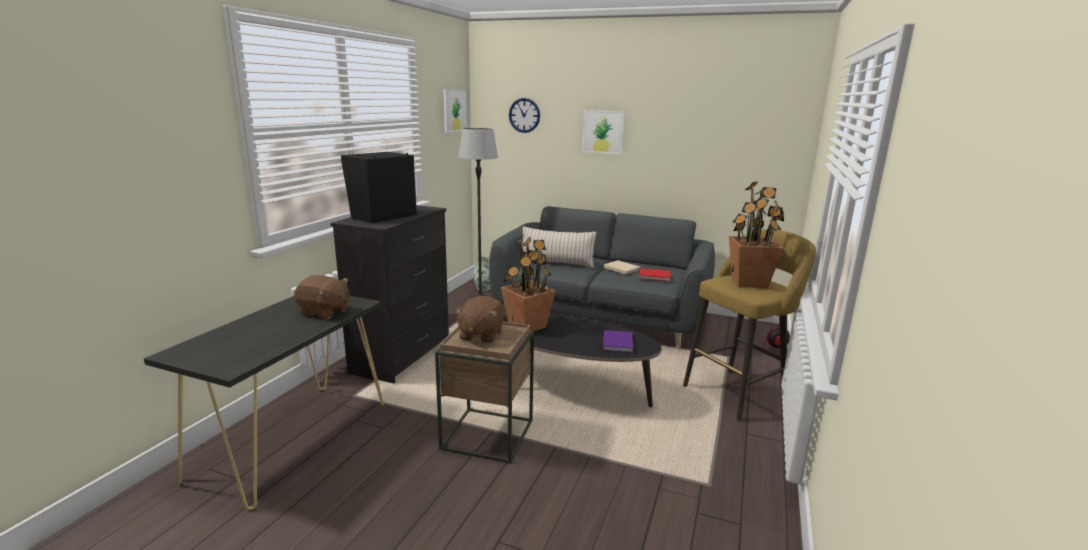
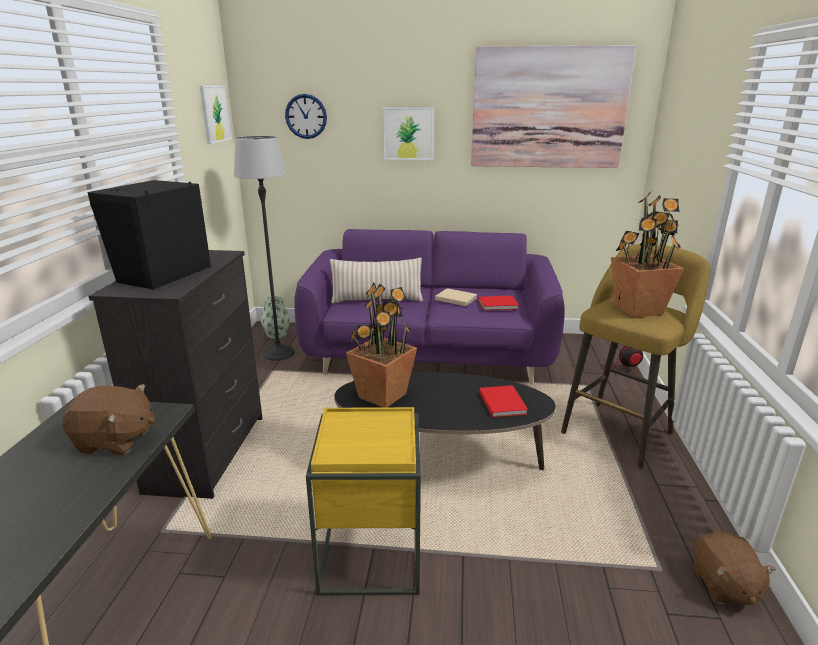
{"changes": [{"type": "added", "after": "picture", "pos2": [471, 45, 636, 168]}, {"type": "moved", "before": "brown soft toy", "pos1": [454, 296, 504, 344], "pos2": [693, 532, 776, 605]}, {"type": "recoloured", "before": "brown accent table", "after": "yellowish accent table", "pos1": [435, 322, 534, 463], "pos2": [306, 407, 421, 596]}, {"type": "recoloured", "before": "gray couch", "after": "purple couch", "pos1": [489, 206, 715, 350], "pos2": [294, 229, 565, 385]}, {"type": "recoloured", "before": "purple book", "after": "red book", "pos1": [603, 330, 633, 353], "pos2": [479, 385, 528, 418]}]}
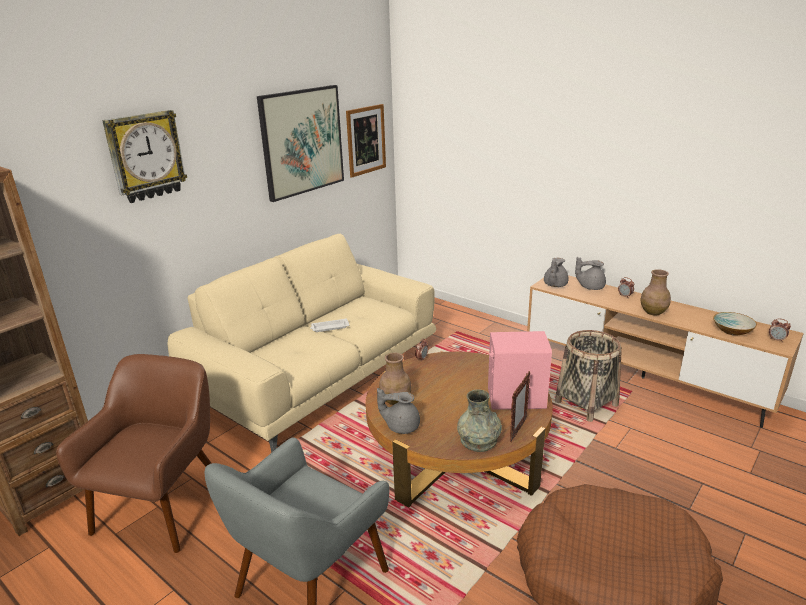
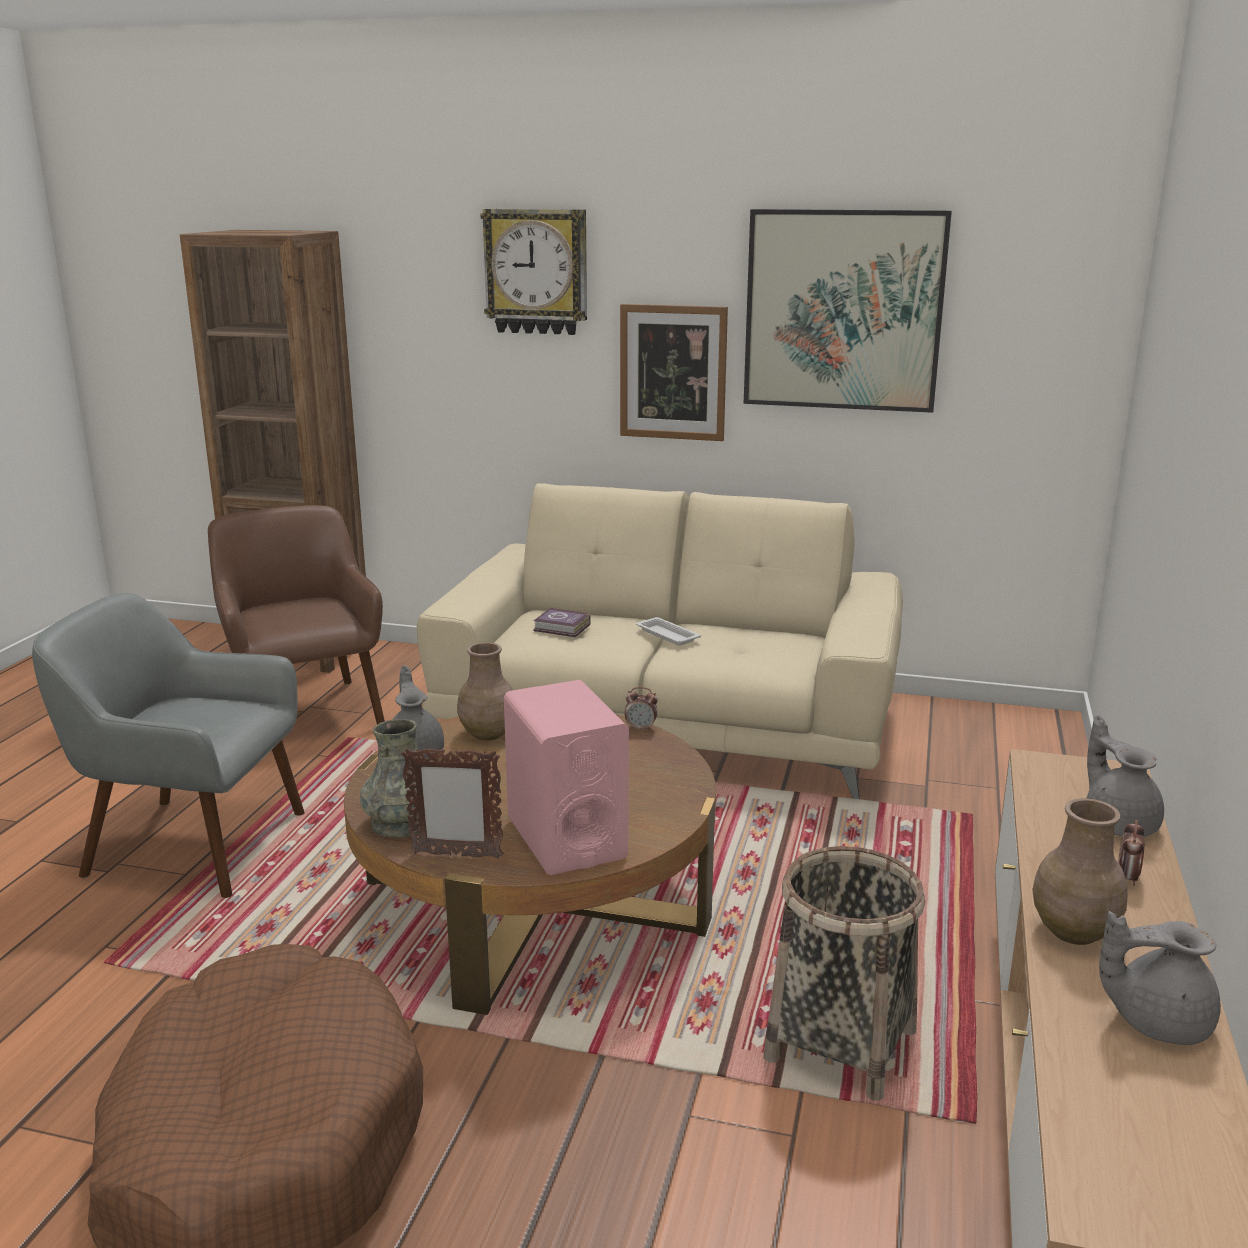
{"changes": [{"type": "removed", "before": "serving bowl", "pos1": [713, 312, 757, 336]}, {"type": "removed", "before": "alarm clock", "pos1": [769, 319, 791, 341]}, {"type": "added", "after": "book", "pos2": [533, 608, 591, 637]}, {"type": "moved", "before": "picture", "pos1": [346, 104, 386, 178], "pos2": [620, 304, 728, 441]}, {"type": "moved", "before": "gray teapot", "pos1": [544, 258, 568, 287], "pos2": [1099, 911, 1221, 1045]}, {"type": "turned", "before": "brown easy chair", "pos1": [56, 354, 212, 553], "pos2": [208, 505, 385, 724], "turn": -105}]}
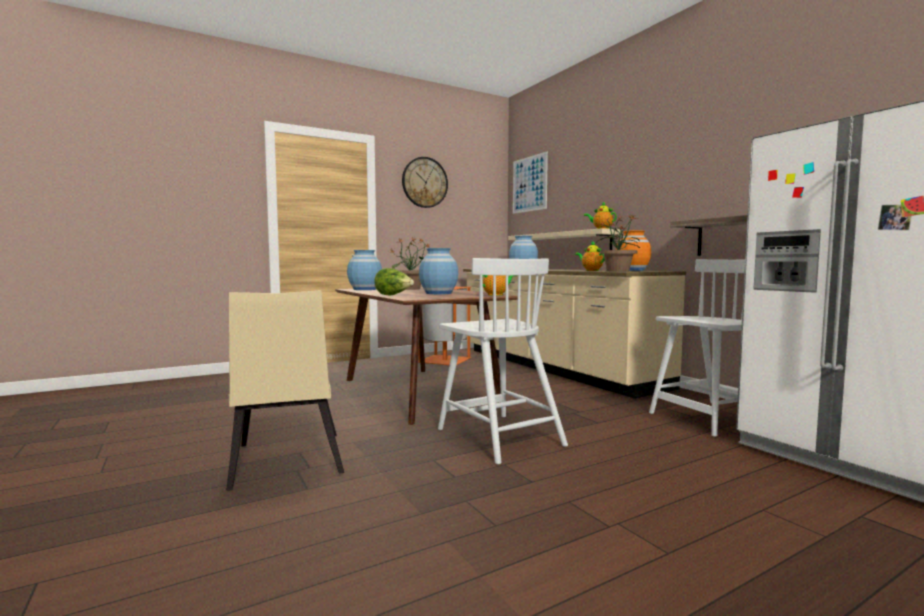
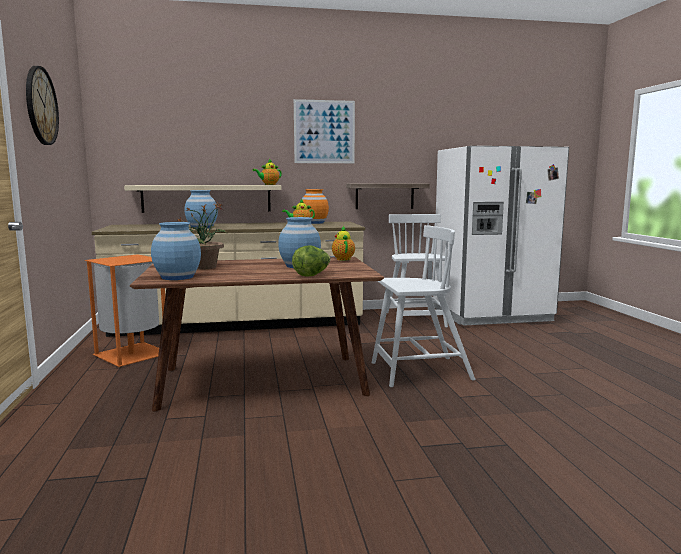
{"changes": [{"type": "removed", "before": "beige-coloured plain chair", "pos1": [226, 290, 344, 491]}, {"type": "removed", "before": "plant in a pot", "pos1": [597, 214, 640, 271]}, {"type": "moved", "before": "picture", "pos1": [513, 152, 548, 214], "pos2": [294, 99, 355, 163]}]}
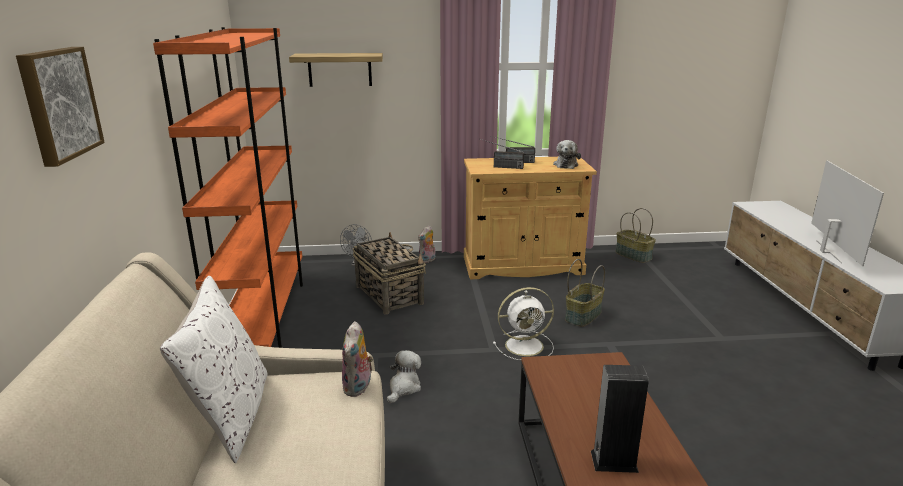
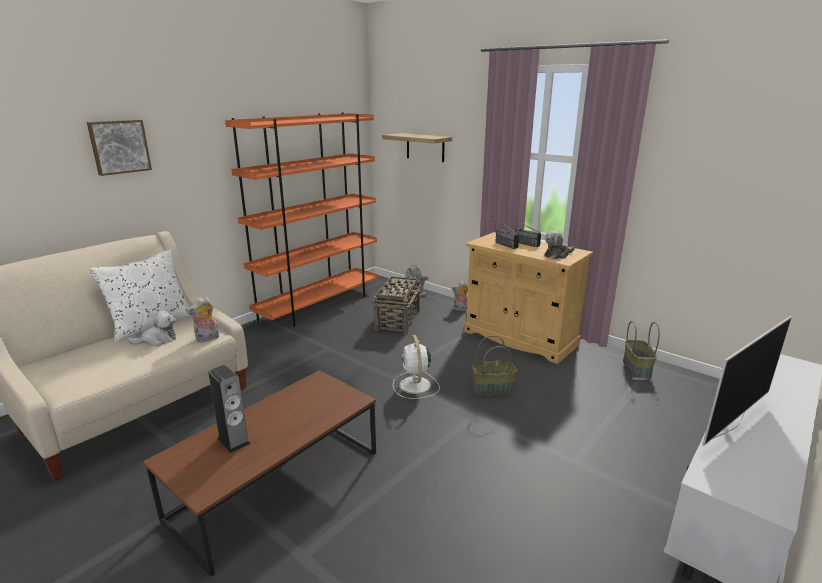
{"changes": [{"type": "moved", "before": "soft toy", "pos1": [387, 350, 421, 403], "pos2": [128, 310, 176, 346]}, {"type": "turned", "before": "white electric fan", "pos1": [493, 287, 554, 360], "pos2": [393, 335, 440, 399], "turn": 45}]}
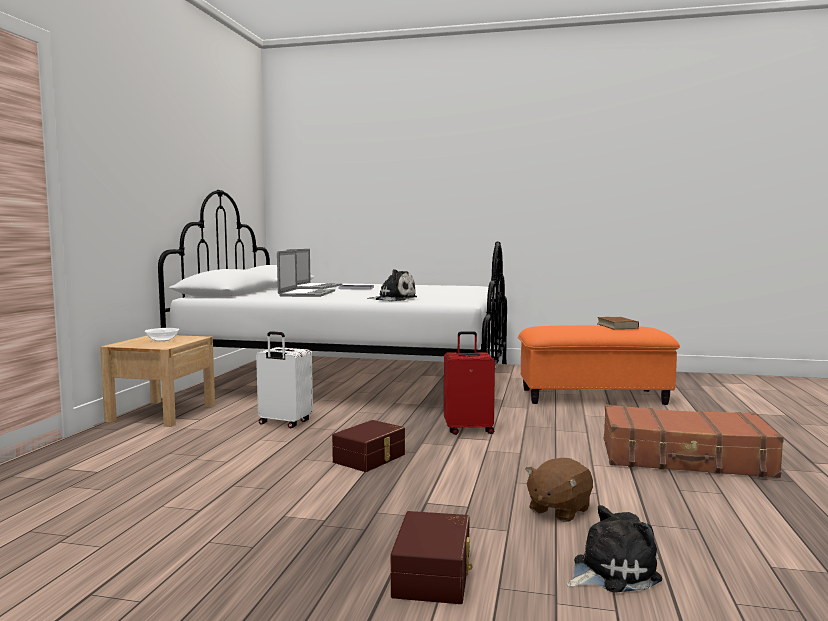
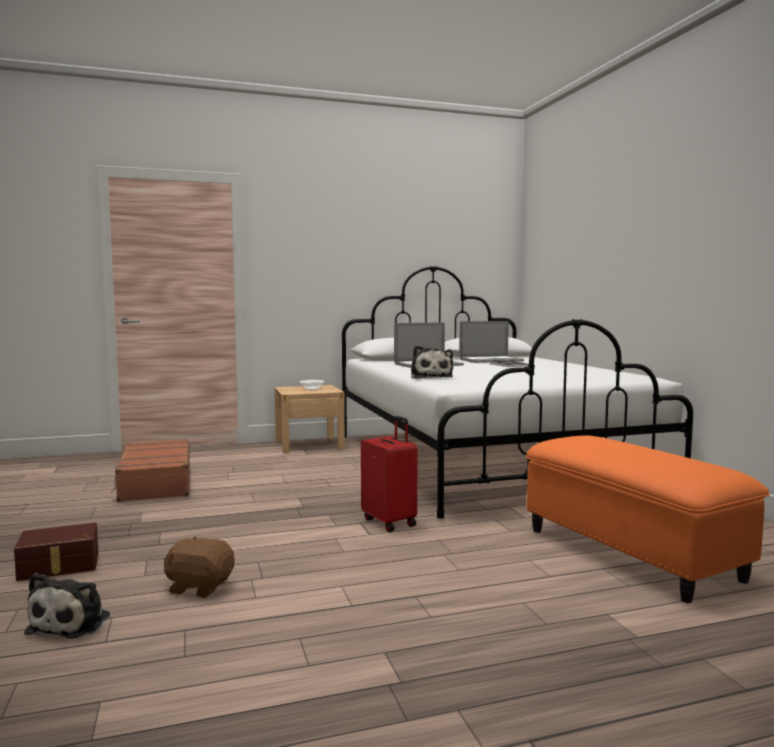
{"changes": [{"type": "removed", "before": "white piece of luggage", "pos1": [256, 331, 313, 428]}, {"type": "removed", "before": "brown storage box", "pos1": [332, 420, 405, 472]}, {"type": "removed", "before": "brown book", "pos1": [597, 317, 639, 329]}, {"type": "moved", "before": "brown piece of luggage", "pos1": [604, 404, 784, 478], "pos2": [111, 439, 190, 502]}, {"type": "turned", "before": "soft toy", "pos1": [567, 505, 662, 593], "pos2": [24, 573, 110, 639], "turn": 60}]}
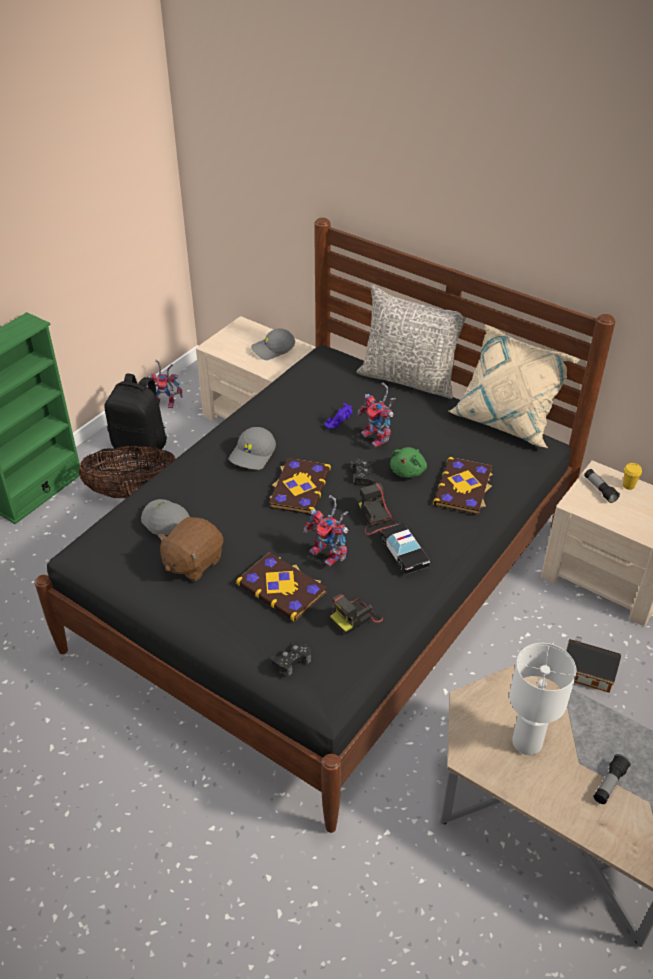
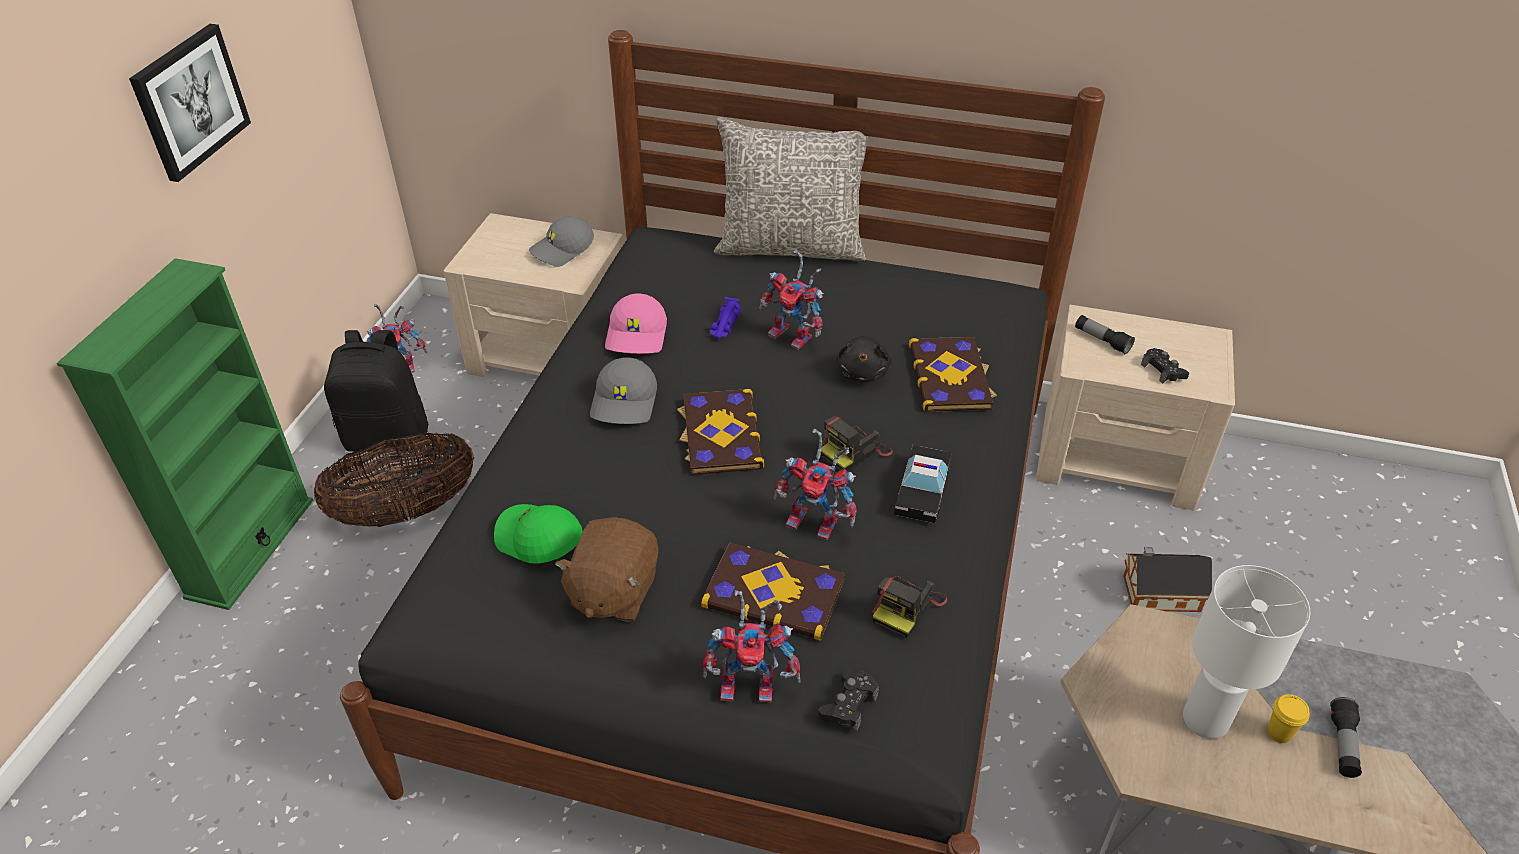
{"changes": [{"type": "removed", "before": "beige-coloured pillow", "pos1": [448, 324, 580, 448]}, {"type": "added", "after": "picture", "pos2": [129, 24, 251, 182]}, {"type": "added", "after": "pink-coloured cap", "pos2": [605, 293, 667, 354]}, {"type": "added", "after": "robot figure", "pos2": [703, 590, 800, 702]}, {"type": "moved", "before": "blackish game controller", "pos1": [351, 458, 375, 484], "pos2": [1141, 348, 1189, 384]}, {"type": "moved", "before": "yellowish cup", "pos1": [623, 463, 642, 490], "pos2": [1267, 694, 1310, 743]}, {"type": "recoloured", "before": "gray cap", "after": "green-coloured cap", "pos1": [141, 499, 190, 535], "pos2": [494, 504, 583, 563]}, {"type": "recoloured", "before": "green-coloured soft toy", "after": "blackish soft toy", "pos1": [390, 447, 427, 478], "pos2": [836, 336, 891, 382]}, {"type": "turned", "before": "still camera", "pos1": [358, 483, 397, 535], "pos2": [821, 416, 893, 471], "turn": -90}, {"type": "turned", "before": "miniature car", "pos1": [380, 523, 430, 574], "pos2": [894, 445, 952, 523], "turn": 60}]}
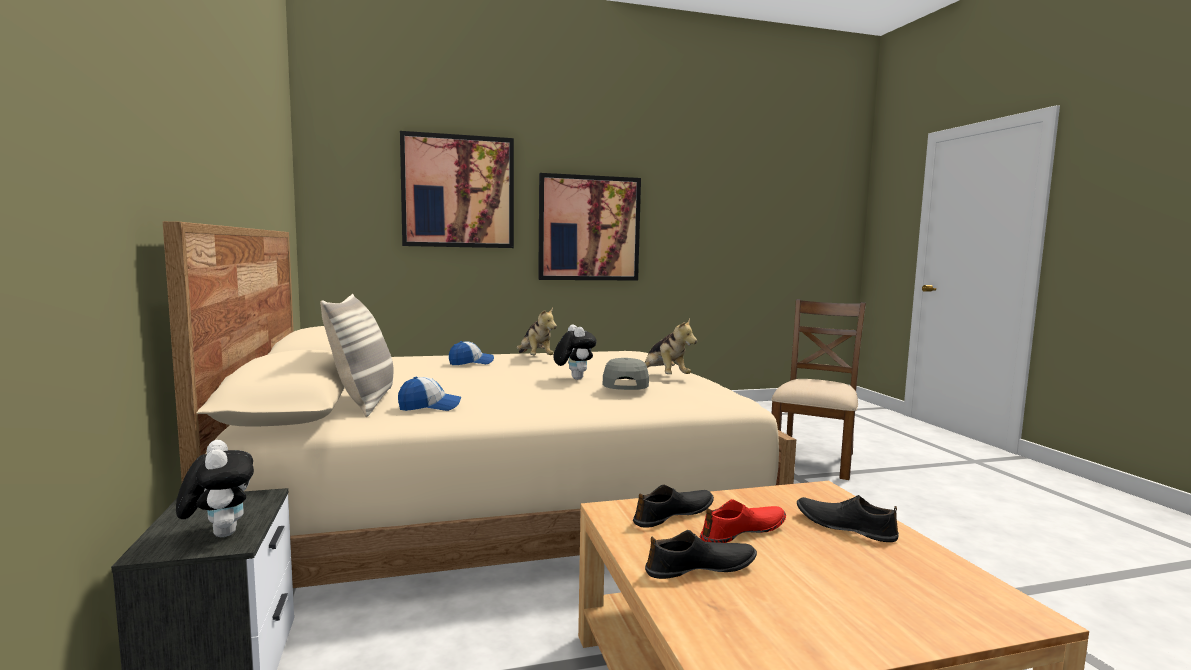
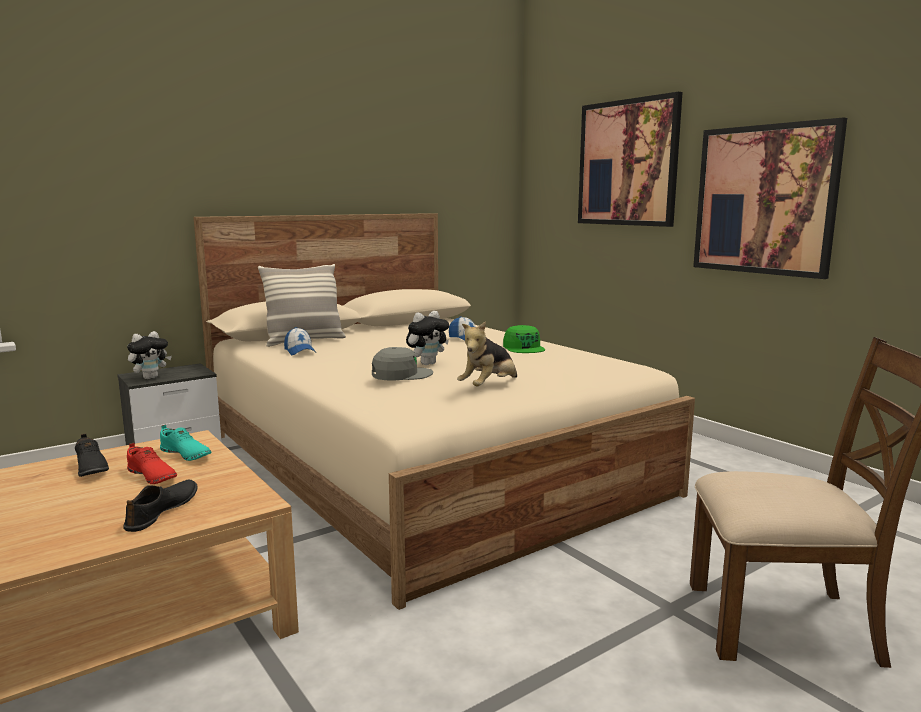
{"changes": [{"type": "replaced", "before": "soft toy", "after": "green-coloured cap", "pos1": [517, 308, 557, 355], "pos2": [503, 325, 545, 353]}, {"type": "recoloured", "before": "blackish shoe", "after": "blue-green shoe", "pos1": [633, 484, 714, 528], "pos2": [160, 424, 211, 461]}]}
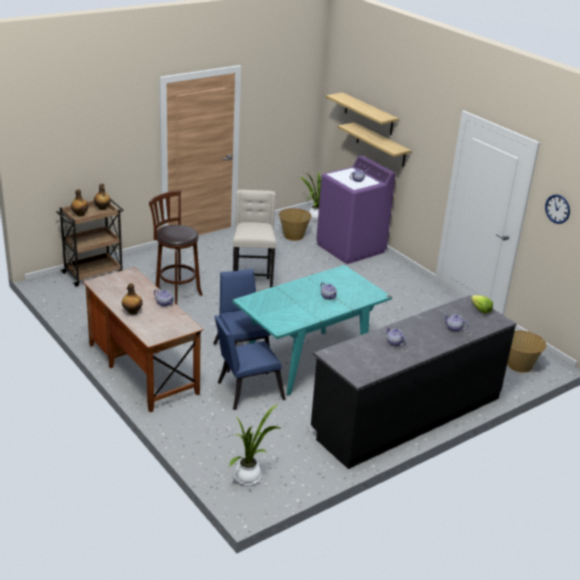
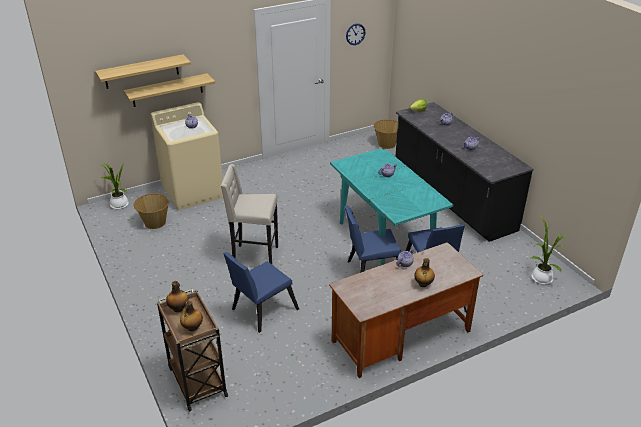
{"changes": [{"type": "replaced", "before": "brown sitting stool", "after": "bluish plain chair", "pos1": [149, 190, 203, 305], "pos2": [223, 252, 299, 333]}, {"type": "recoloured", "before": "purple laundry machine", "after": "beige-coloured laundry machine", "pos1": [316, 155, 396, 264], "pos2": [150, 102, 223, 210]}]}
